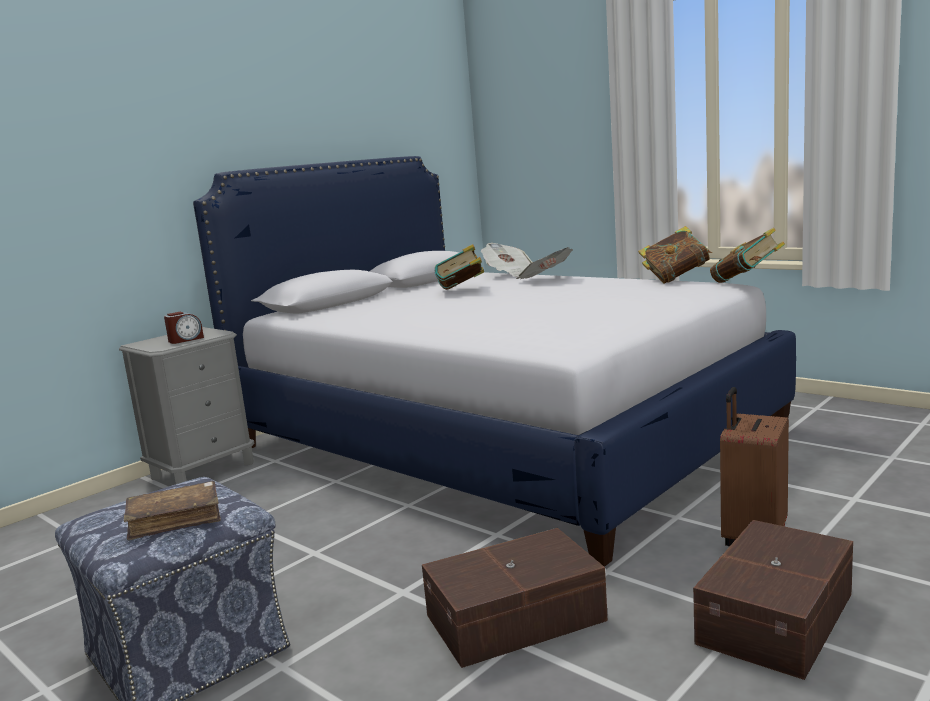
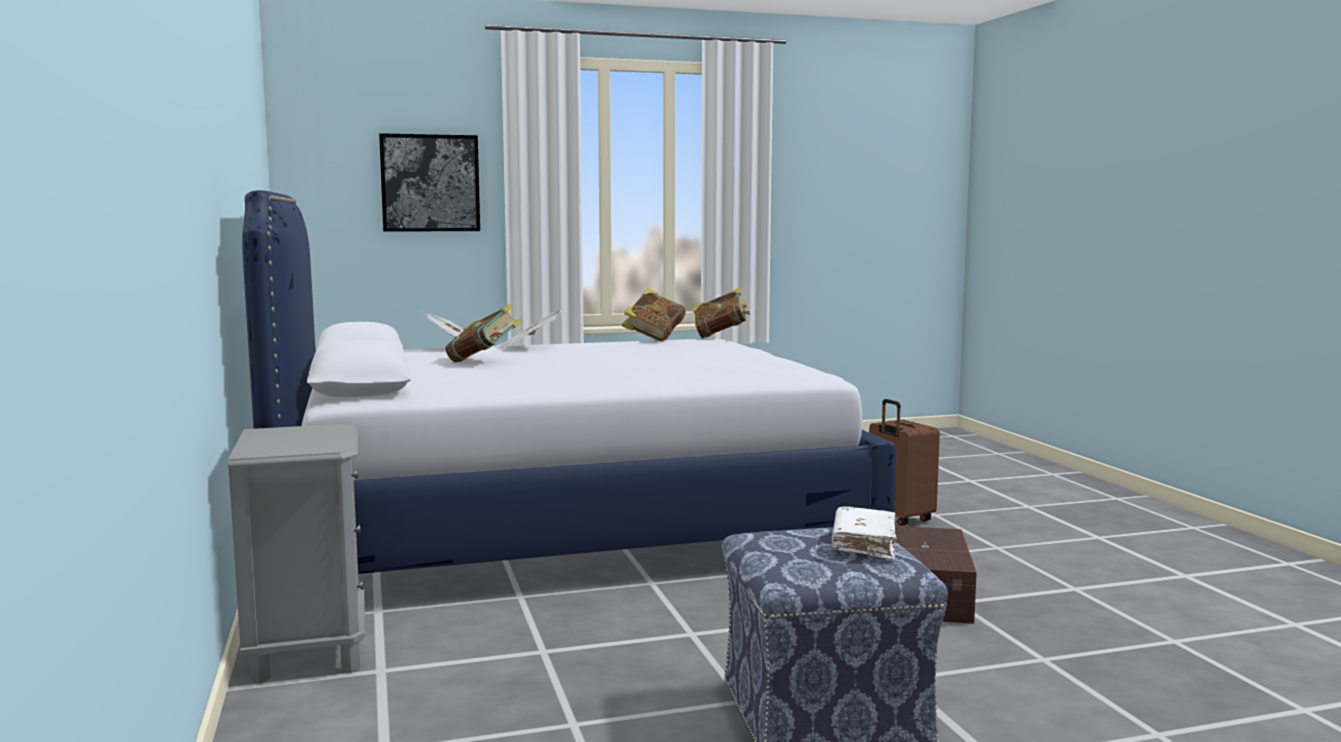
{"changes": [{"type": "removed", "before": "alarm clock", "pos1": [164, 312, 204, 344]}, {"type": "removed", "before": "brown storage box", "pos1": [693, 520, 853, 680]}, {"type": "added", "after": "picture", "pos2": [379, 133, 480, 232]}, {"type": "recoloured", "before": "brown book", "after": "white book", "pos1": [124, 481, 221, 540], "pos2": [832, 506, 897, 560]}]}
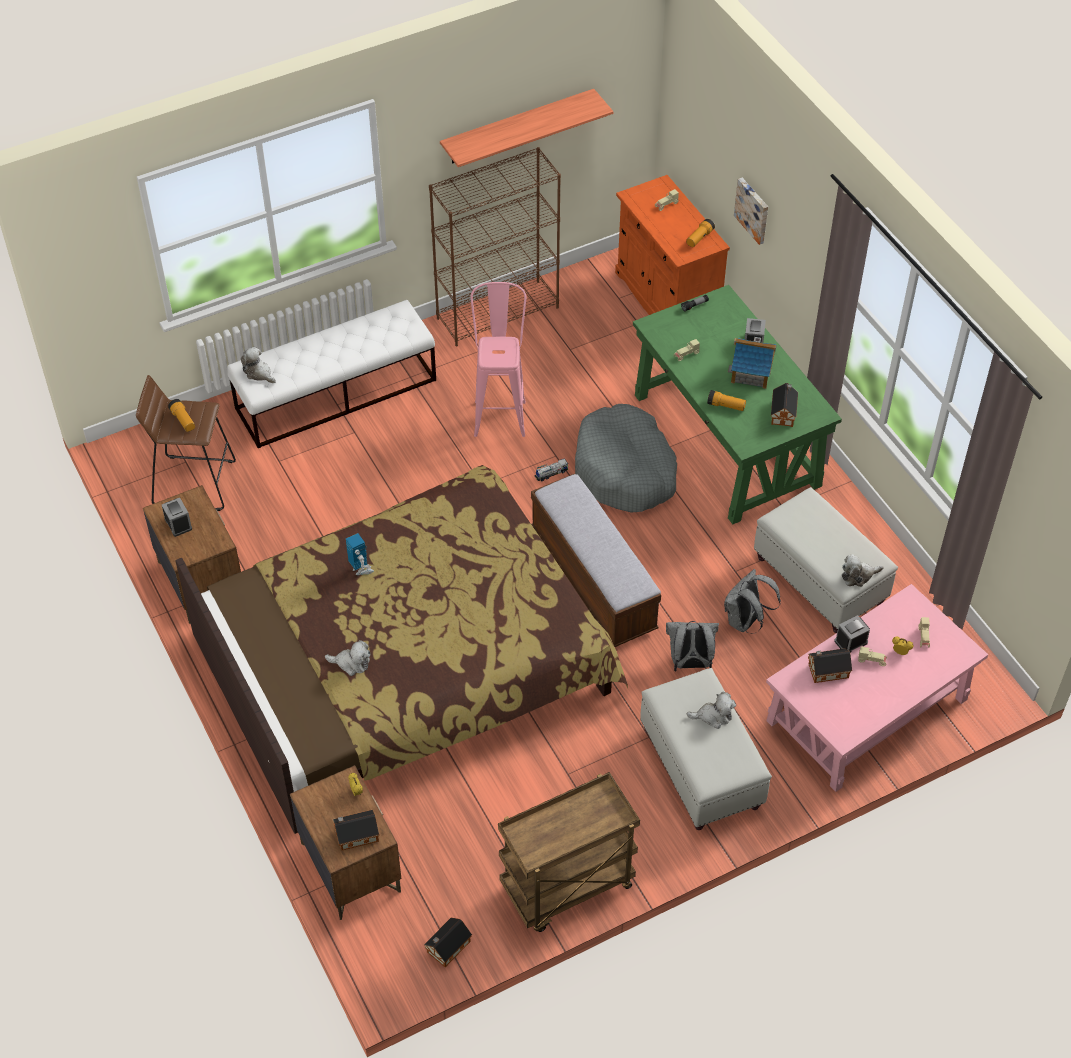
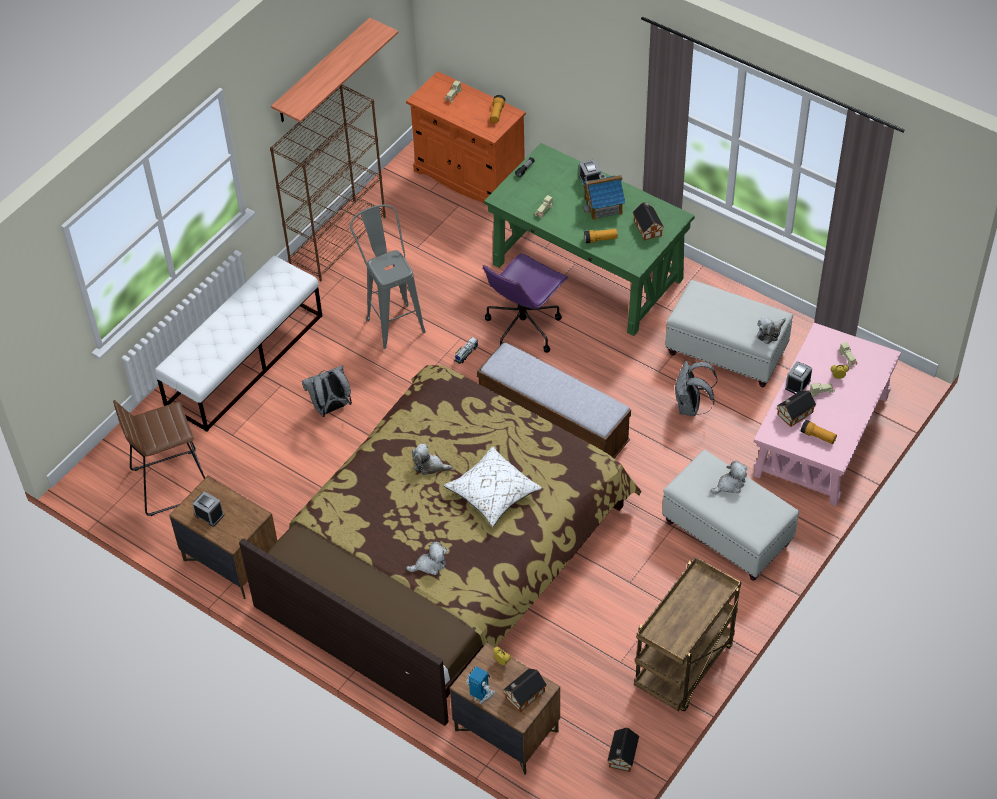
{"changes": [{"type": "removed", "before": "picture", "pos1": [734, 178, 768, 245]}, {"type": "added", "after": "white pillow", "pos2": [443, 446, 542, 527]}, {"type": "moved", "before": "flashlight", "pos1": [168, 399, 195, 432], "pos2": [801, 420, 837, 444]}, {"type": "moved", "before": "soft toy", "pos1": [241, 347, 276, 383], "pos2": [412, 444, 452, 475]}, {"type": "moved", "before": "robot figure", "pos1": [346, 533, 374, 575], "pos2": [466, 666, 495, 704]}, {"type": "moved", "before": "gray rucksack", "pos1": [666, 621, 719, 671], "pos2": [302, 365, 352, 417]}, {"type": "replaced", "before": "gray pet bed", "after": "purple desk chair", "pos1": [575, 404, 677, 513], "pos2": [483, 253, 568, 353]}, {"type": "recoloured", "before": "pink-coloured sitting stool", "after": "gray sitting stool", "pos1": [471, 282, 526, 437], "pos2": [350, 204, 426, 349]}]}
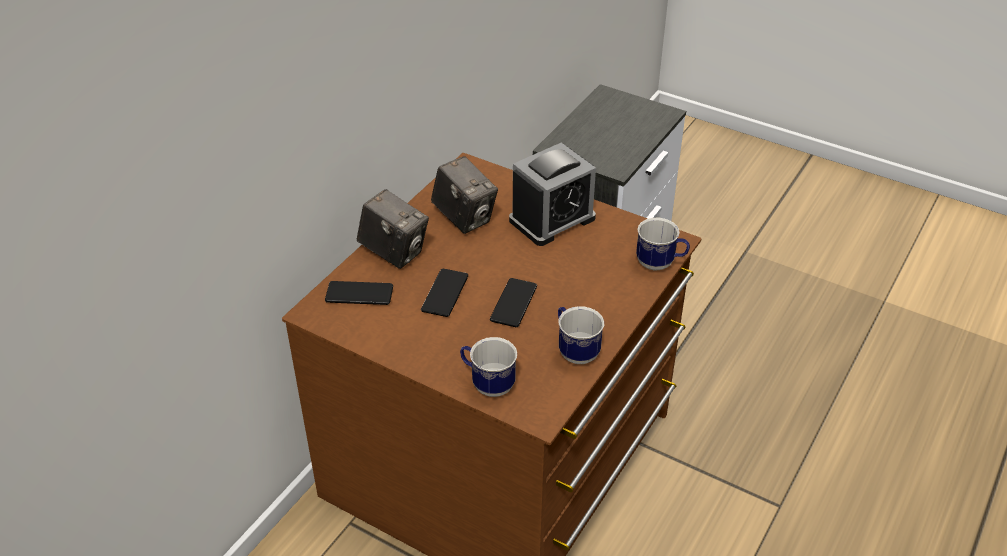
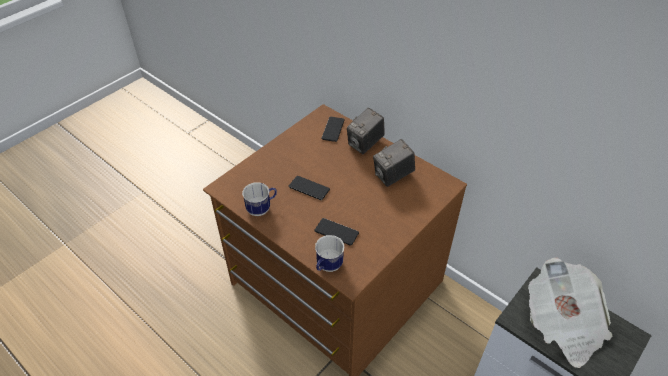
{"changes": [{"type": "removed", "before": "coffee mug", "pos1": [460, 337, 517, 397]}, {"type": "removed", "before": "alarm clock", "pos1": [509, 143, 596, 246]}, {"type": "added", "after": "printed paper", "pos2": [528, 257, 612, 368]}, {"type": "moved", "before": "phone", "pos1": [421, 269, 468, 317], "pos2": [314, 218, 359, 246]}]}
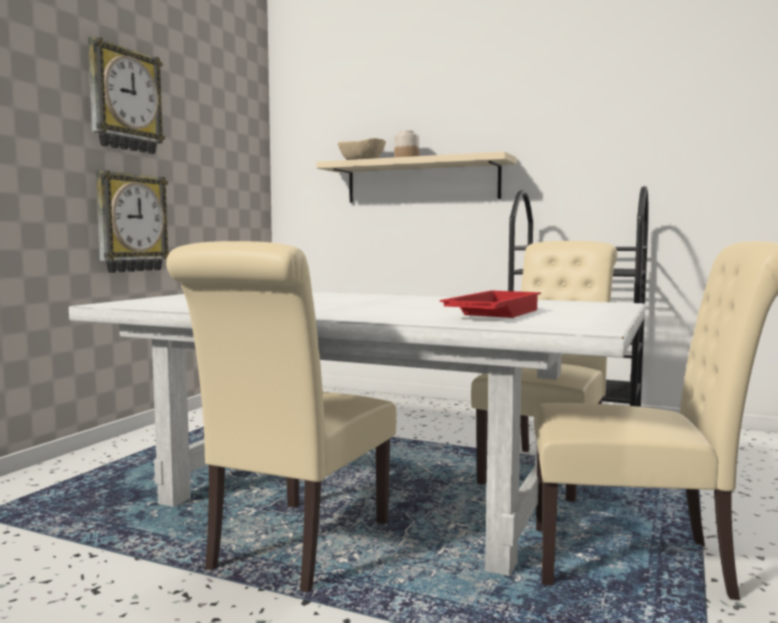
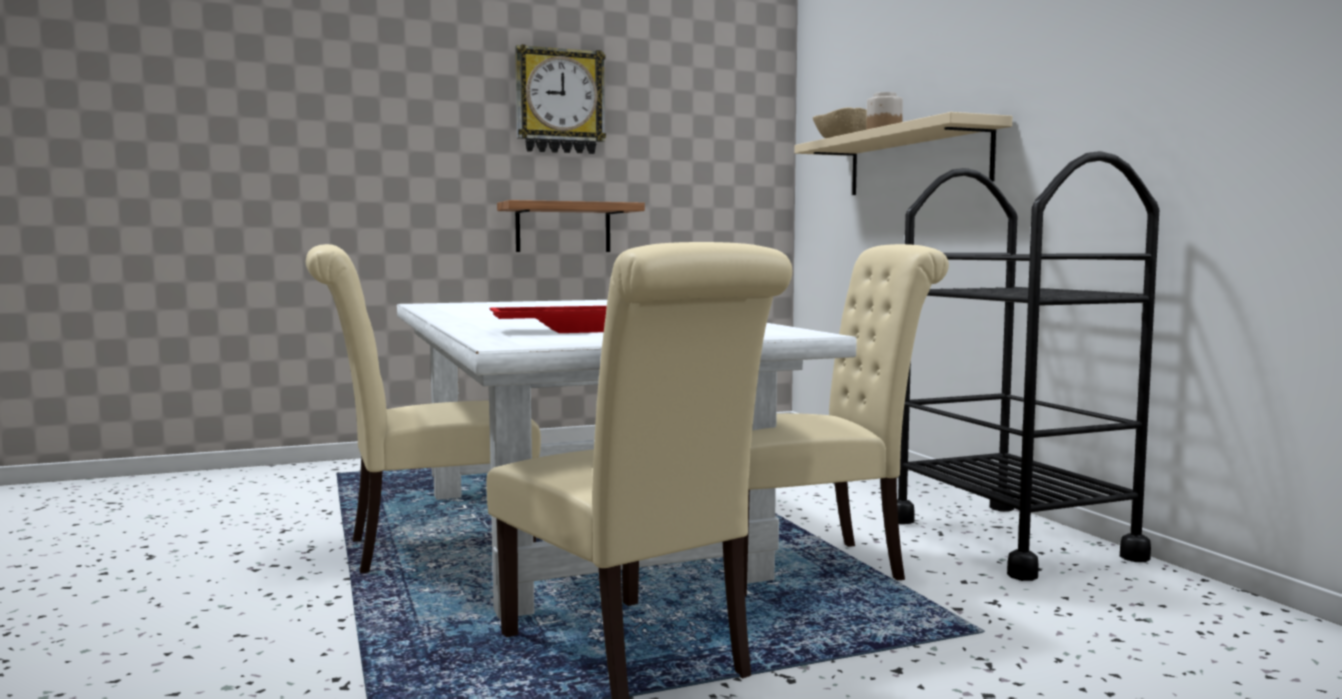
{"changes": [{"type": "replaced", "before": "wall clock", "after": "bracket shelf", "pos1": [96, 170, 170, 273], "pos2": [497, 200, 645, 252]}]}
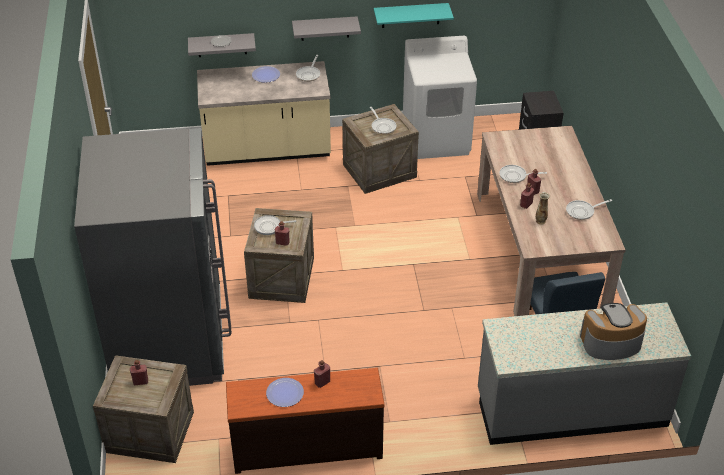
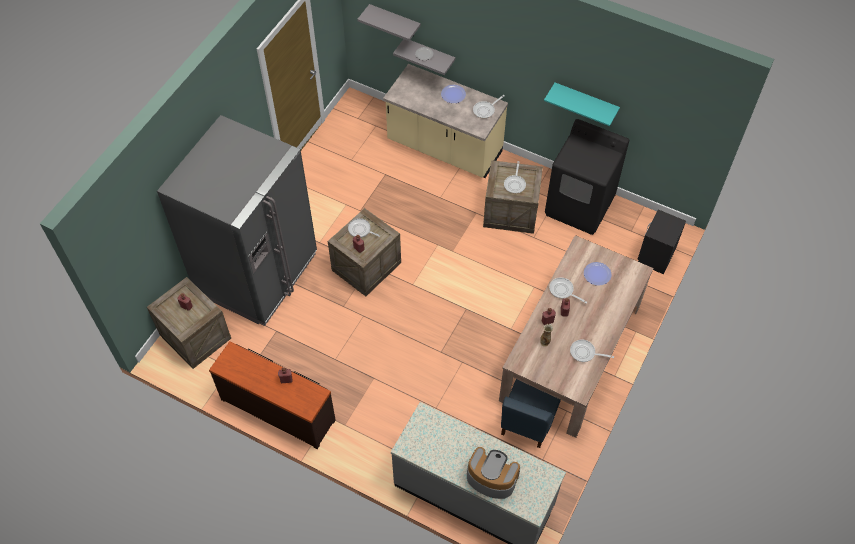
{"changes": [{"type": "moved", "before": "flat dish", "pos1": [266, 378, 304, 407], "pos2": [584, 262, 611, 286]}, {"type": "moved", "before": "gray bracket shelf", "pos1": [292, 16, 361, 41], "pos2": [357, 4, 421, 41]}, {"type": "recoloured", "before": "white laundry machine", "after": "blackish laundry machine", "pos1": [403, 36, 477, 159], "pos2": [545, 119, 629, 235]}]}
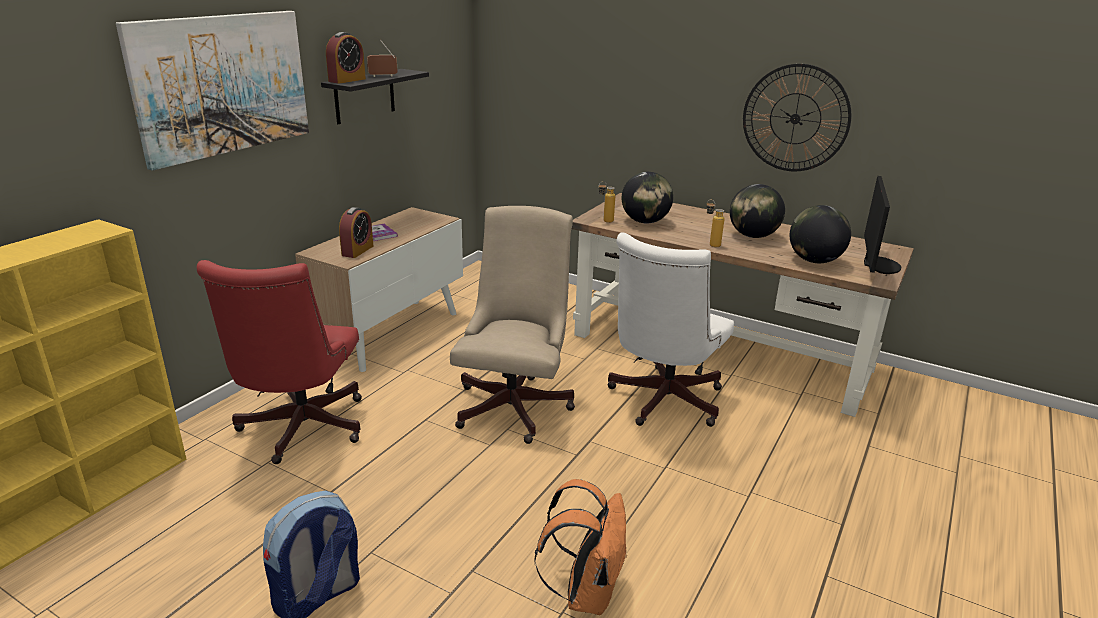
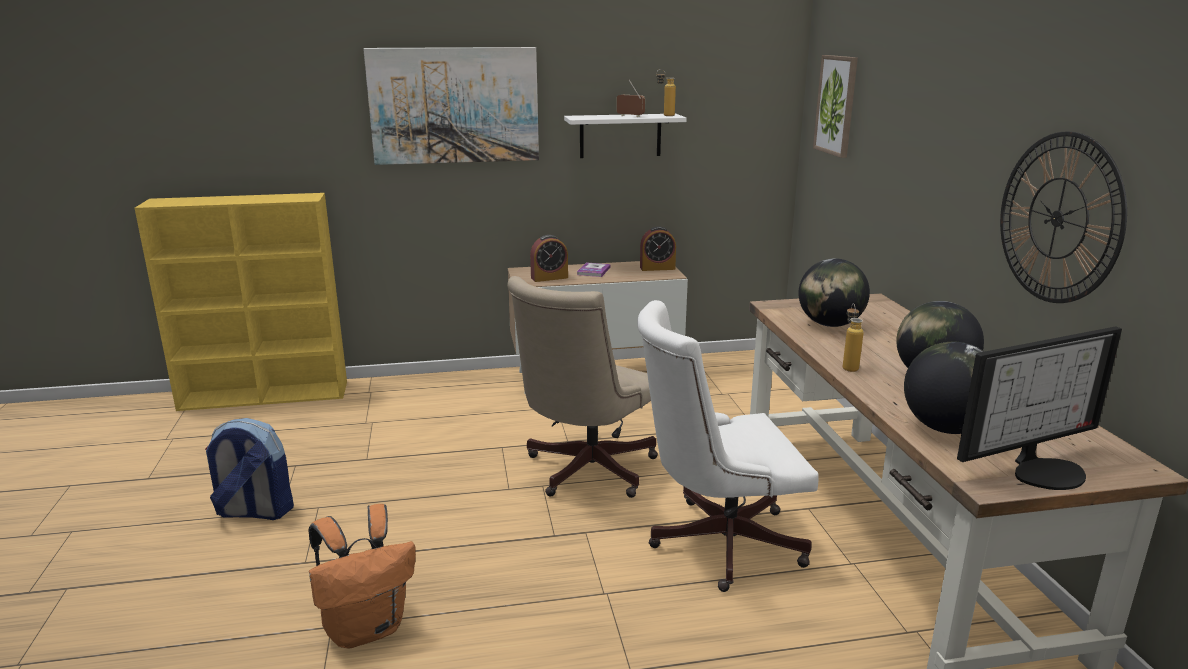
{"changes": [{"type": "removed", "before": "red desk chair", "pos1": [197, 260, 362, 464]}, {"type": "added", "after": "picture", "pos2": [813, 55, 858, 158]}, {"type": "moved", "before": "alarm clock", "pos1": [326, 32, 366, 84], "pos2": [640, 226, 676, 271]}, {"type": "moved", "before": "beverage bottle", "pos1": [598, 181, 615, 223], "pos2": [656, 69, 676, 116]}, {"type": "recoloured", "before": "blackish bracket shelf", "after": "white bracket shelf", "pos1": [321, 69, 429, 124], "pos2": [564, 114, 687, 158]}, {"type": "turned", "before": "beige-coloured desk chair", "pos1": [450, 206, 575, 444], "pos2": [507, 276, 658, 498], "turn": 150}]}
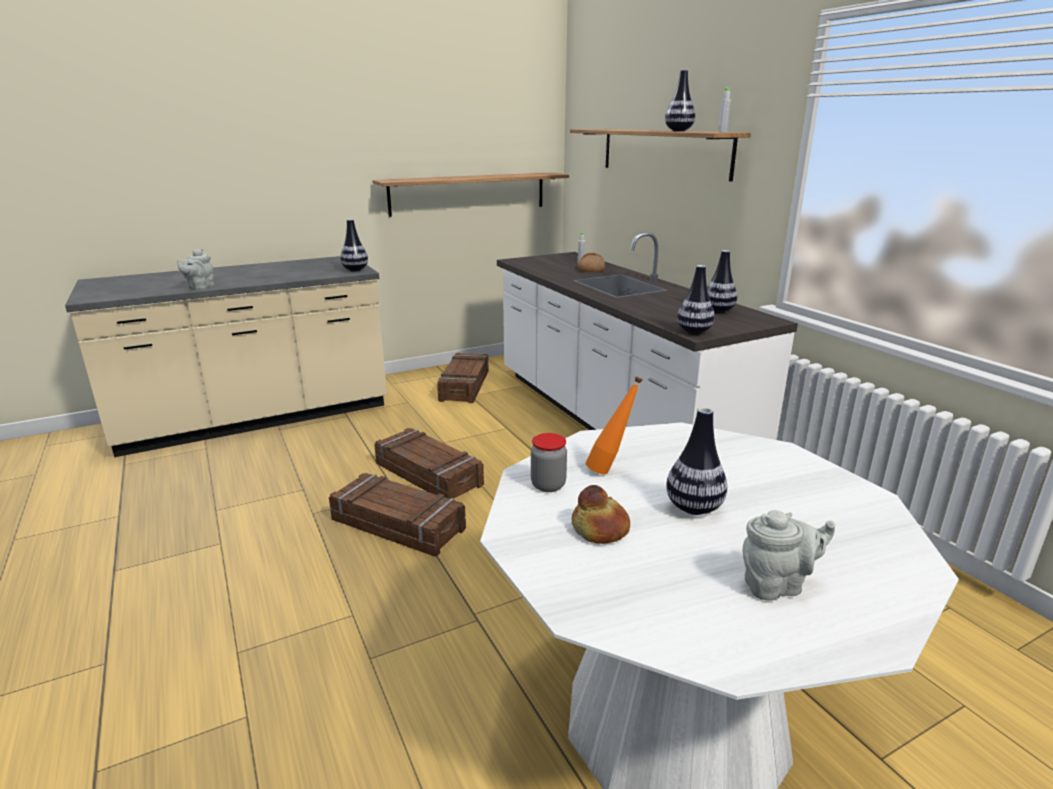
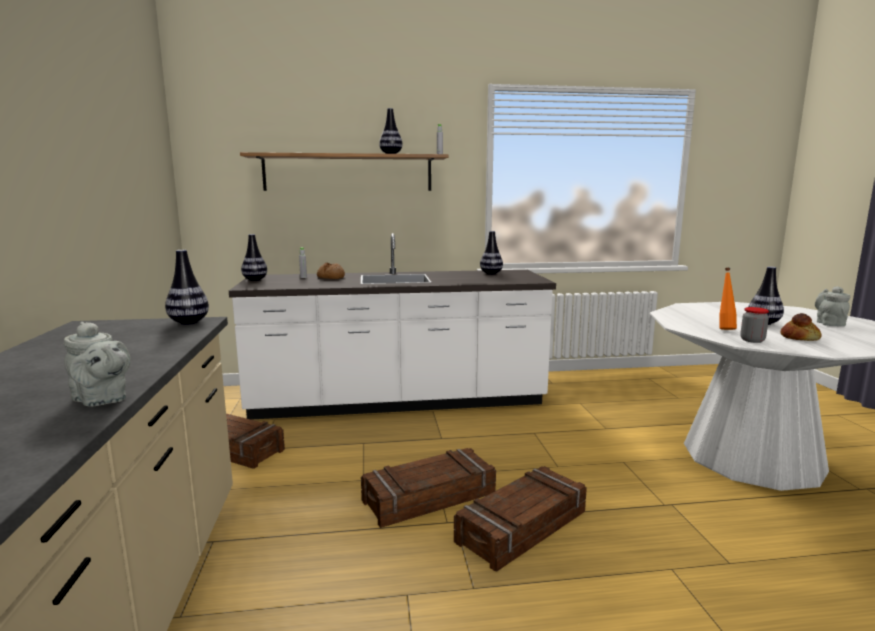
{"changes": [{"type": "removed", "before": "bracket shelf", "pos1": [372, 172, 569, 217]}, {"type": "moved", "before": "decorative vase", "pos1": [677, 265, 715, 335], "pos2": [241, 234, 267, 281]}]}
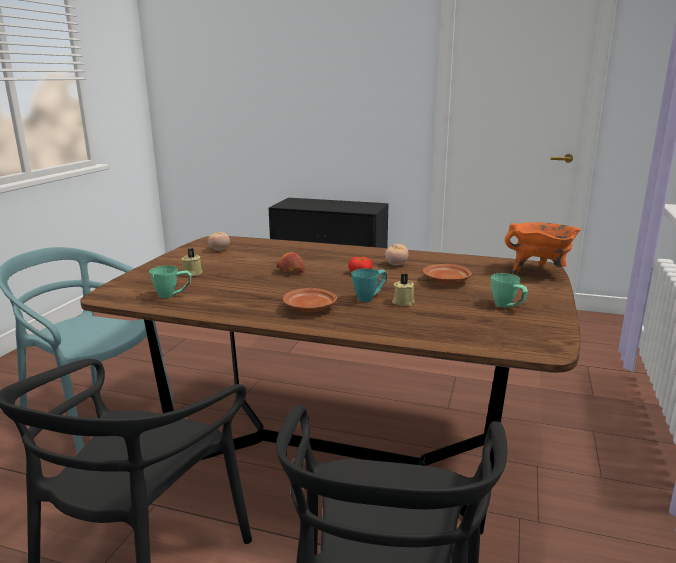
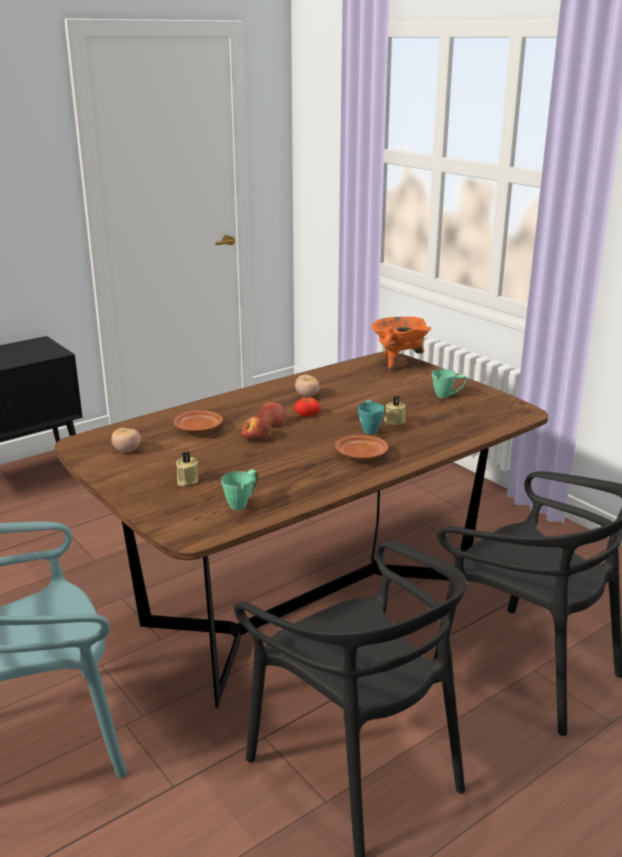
{"changes": [{"type": "added", "after": "whole apple", "pos2": [258, 403, 286, 428]}, {"type": "moved", "before": "brown flat dish", "pos1": [423, 264, 472, 285], "pos2": [174, 410, 223, 433]}]}
